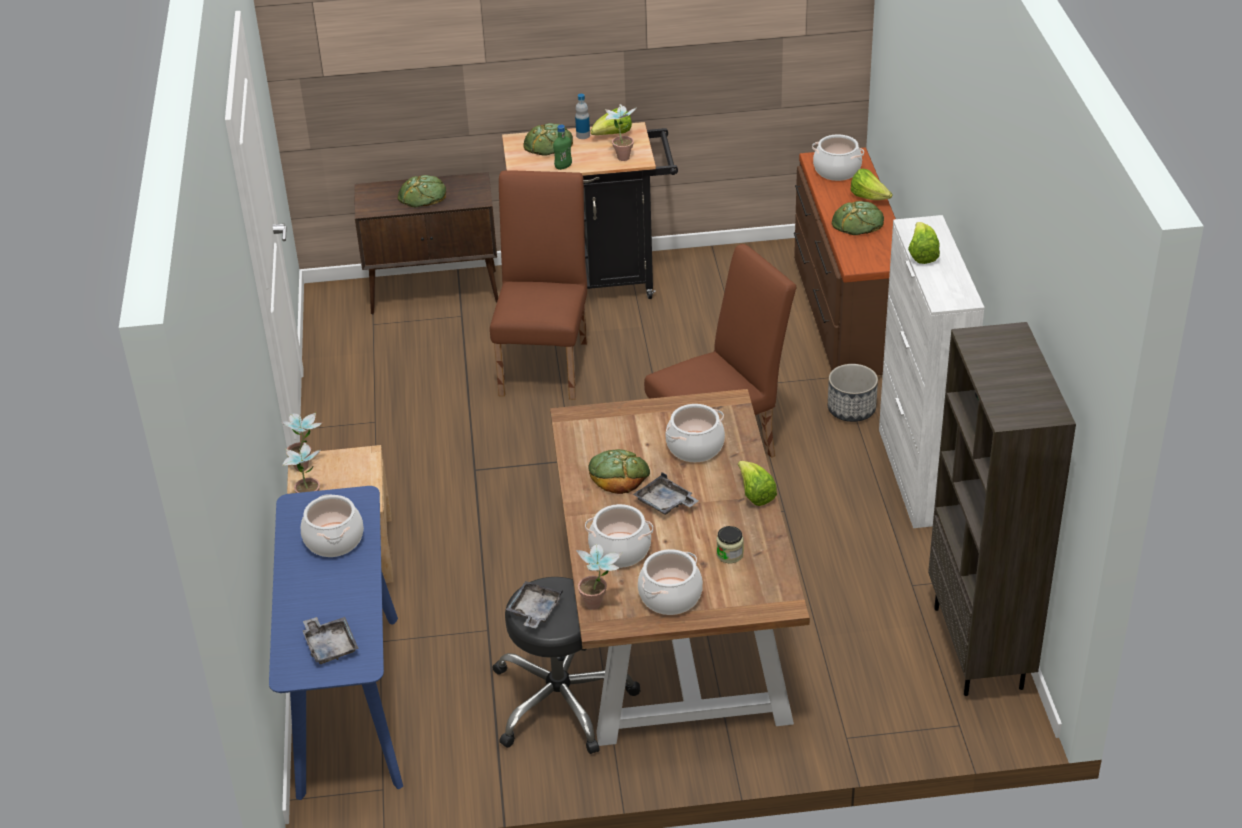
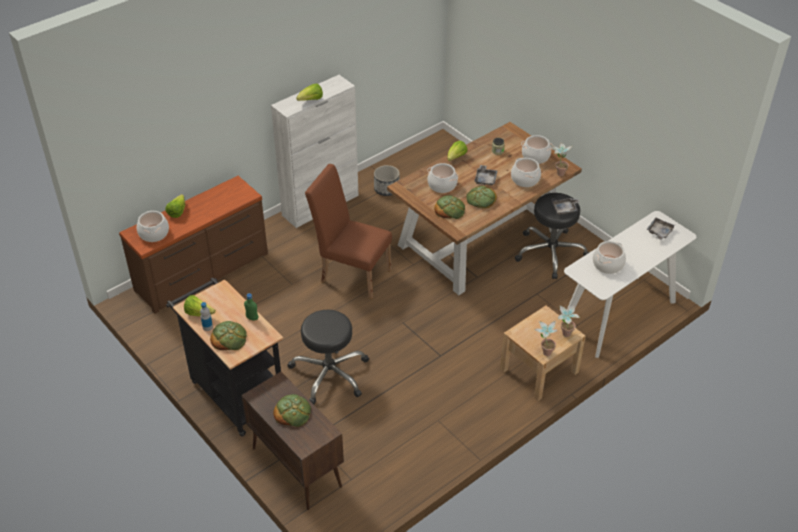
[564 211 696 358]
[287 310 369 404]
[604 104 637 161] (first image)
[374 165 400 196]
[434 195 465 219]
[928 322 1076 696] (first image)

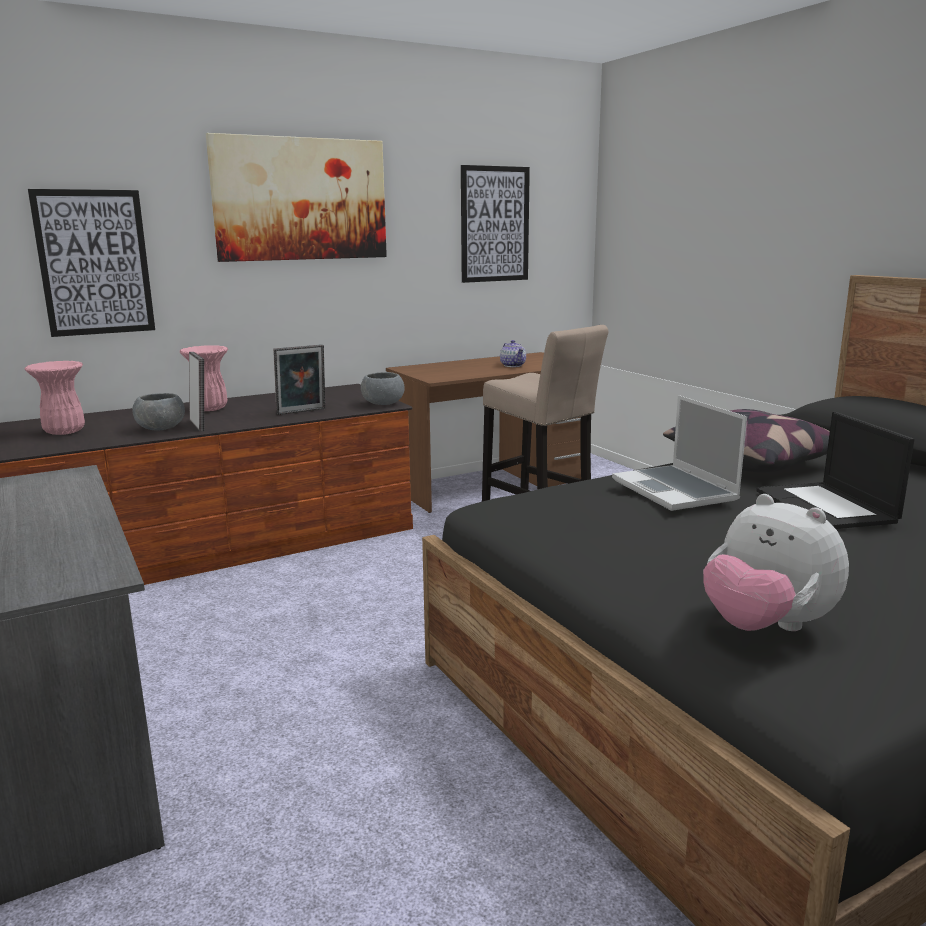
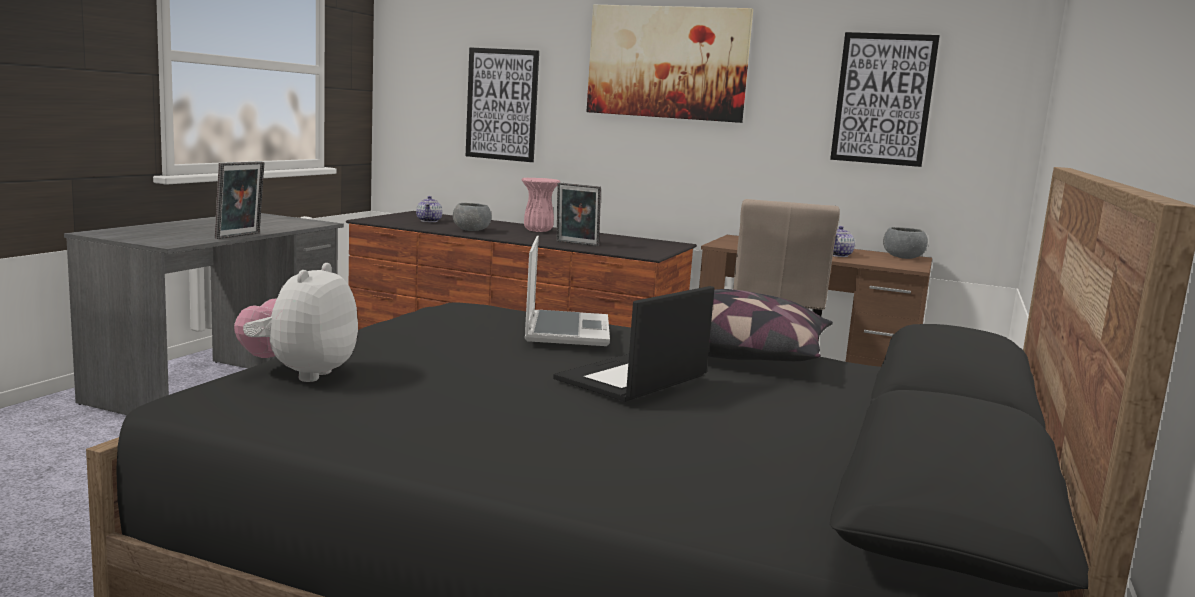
[416 196 442 222]
[215 161 264 239]
[883 227 928 259]
[525 236 610 346]

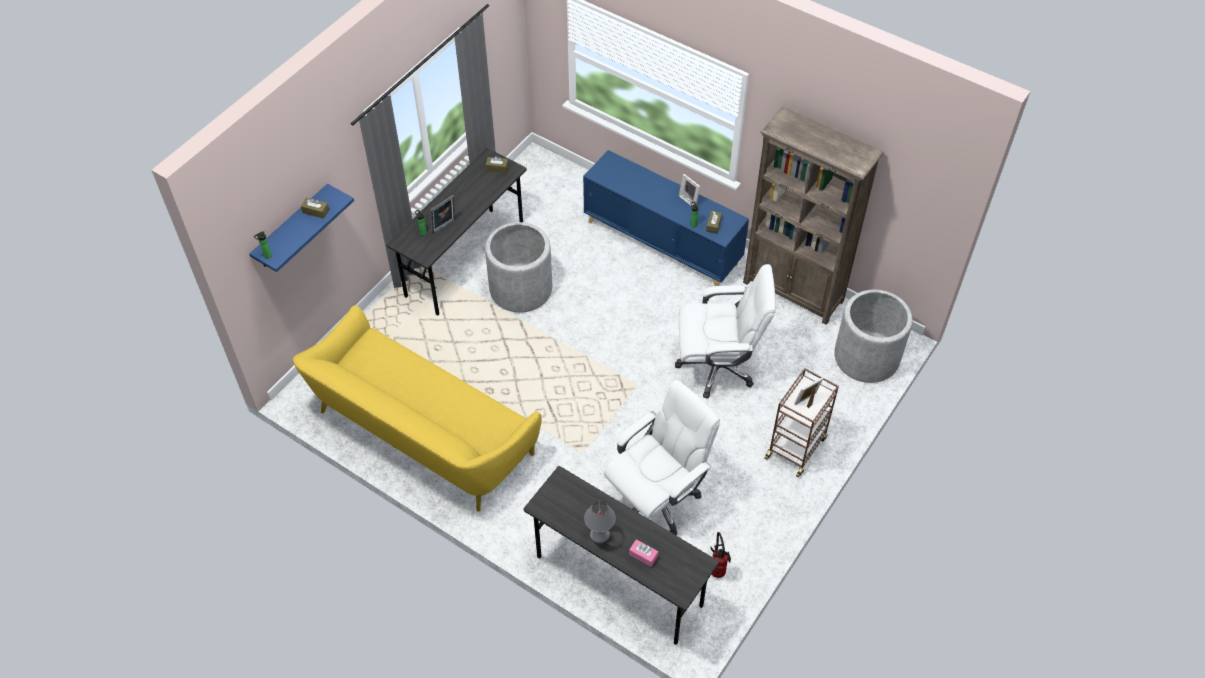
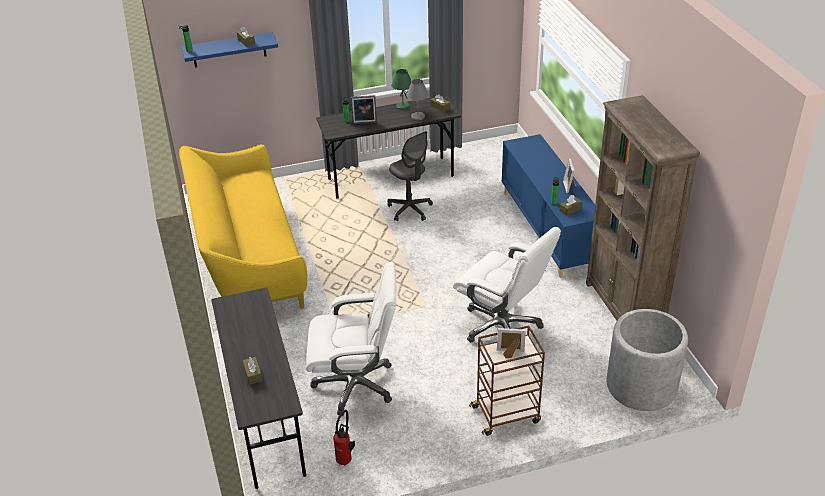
[387 131 433 221]
[406 79 429 120]
[243 357 262 385]
[391 69 411 110]

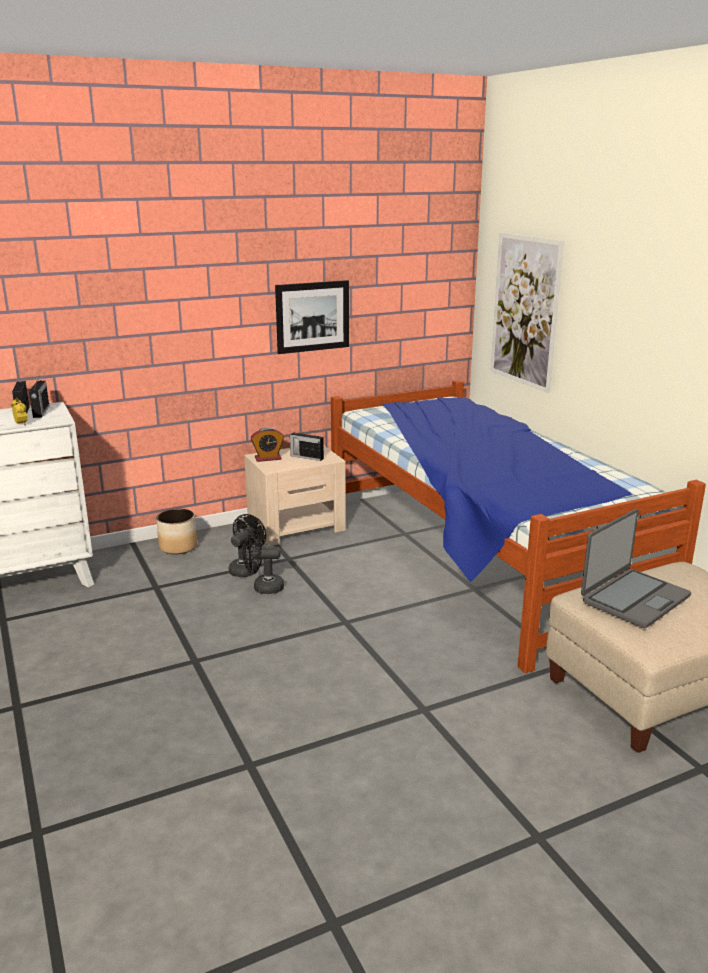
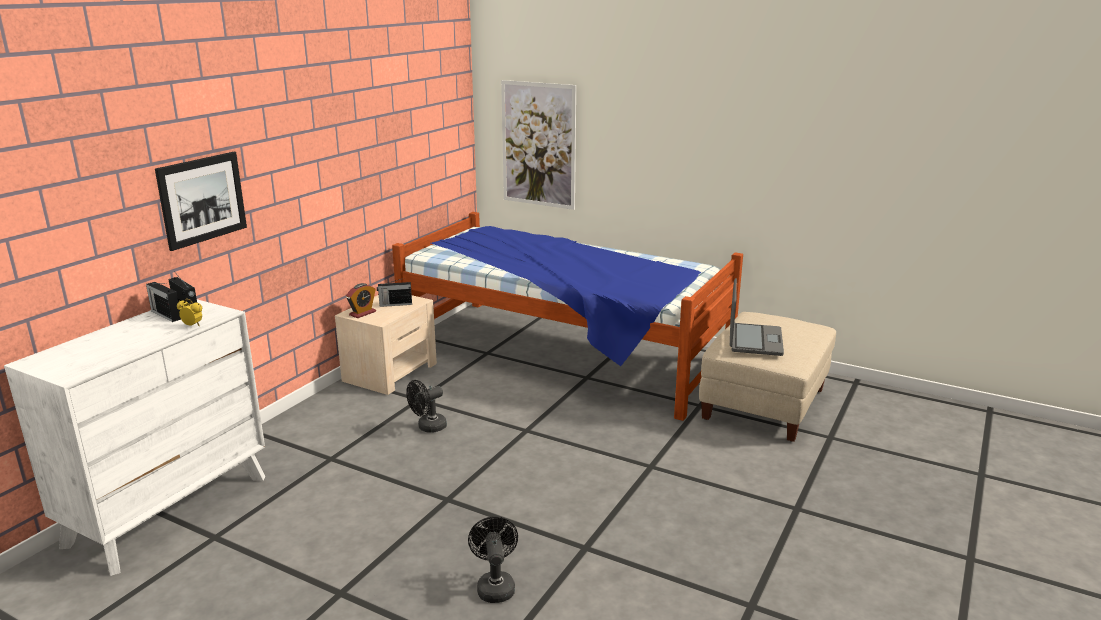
[156 509 197 554] (first image)
[468 516 518 603]
[155 152 247 251]

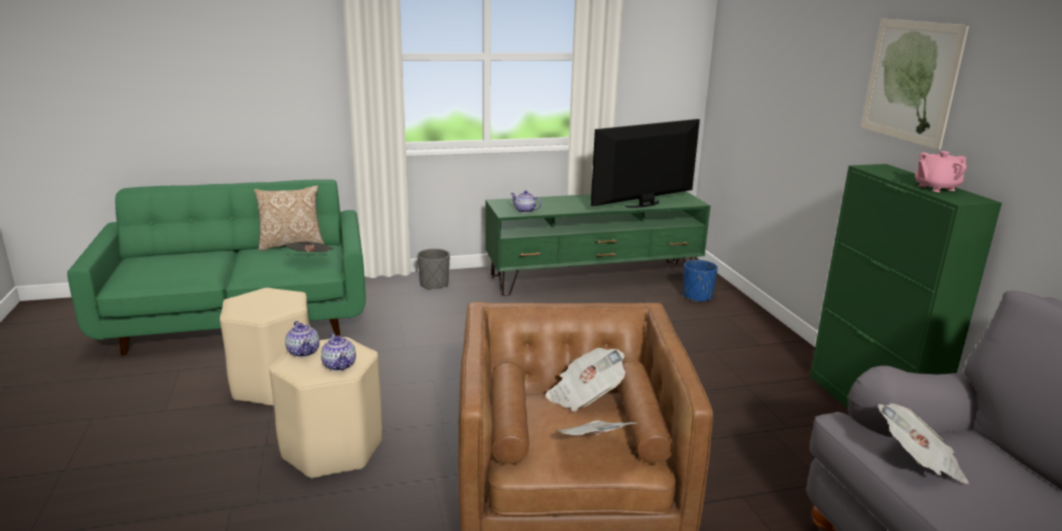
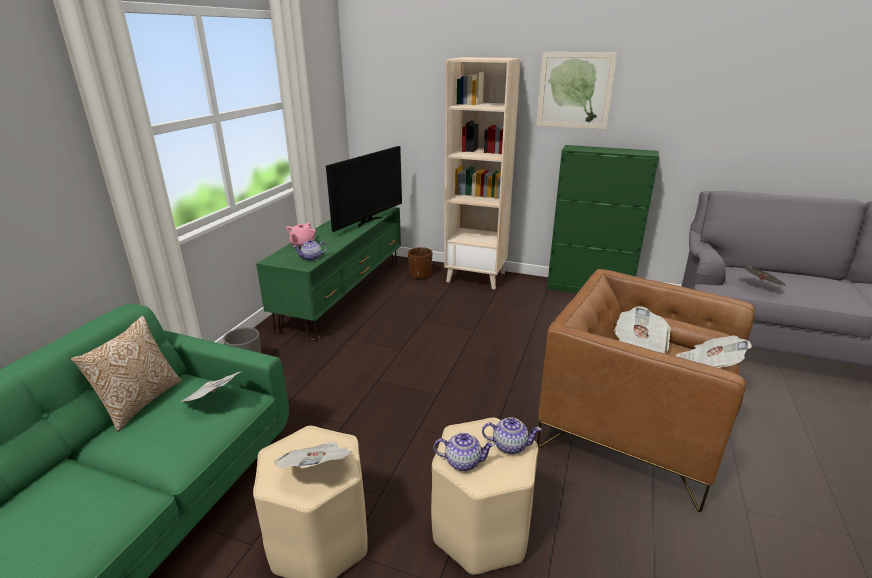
[326 146 402 232]
[408 247 432 279]
[286 223 316 247]
[274 441 353 468]
[444 57 521 289]

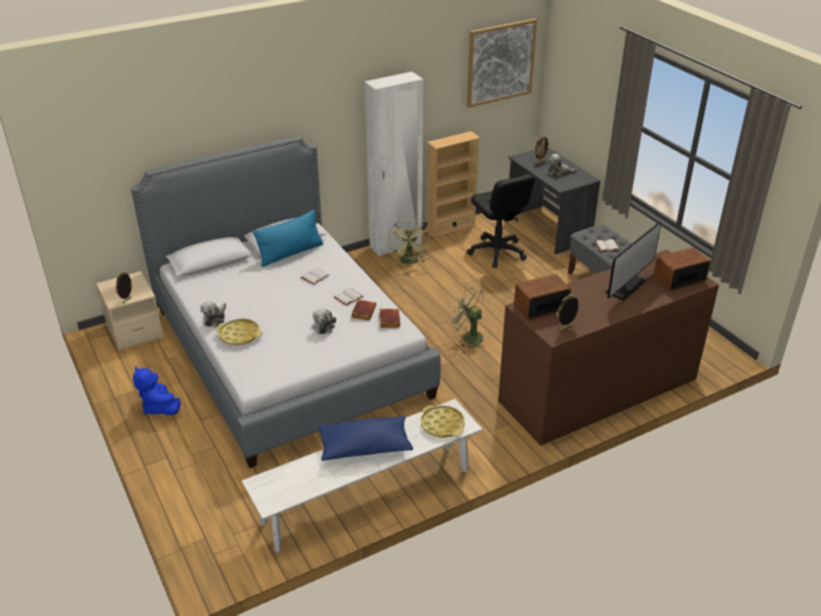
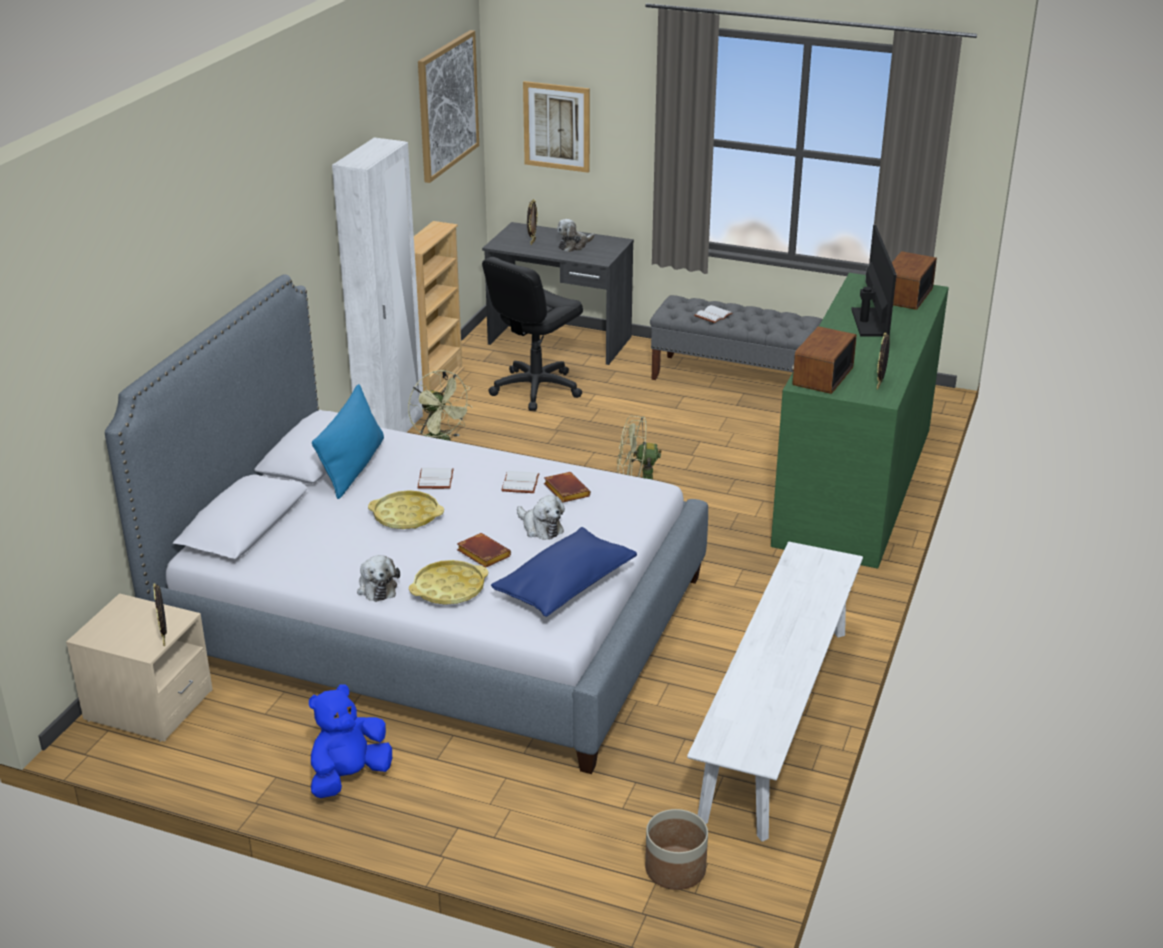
[309 684 392 798]
[491 527 637 617]
[457 533 511 568]
[368 490 444 529]
[482 257 583 411]
[771 273 949 569]
[523 81 590 173]
[645 809 708 890]

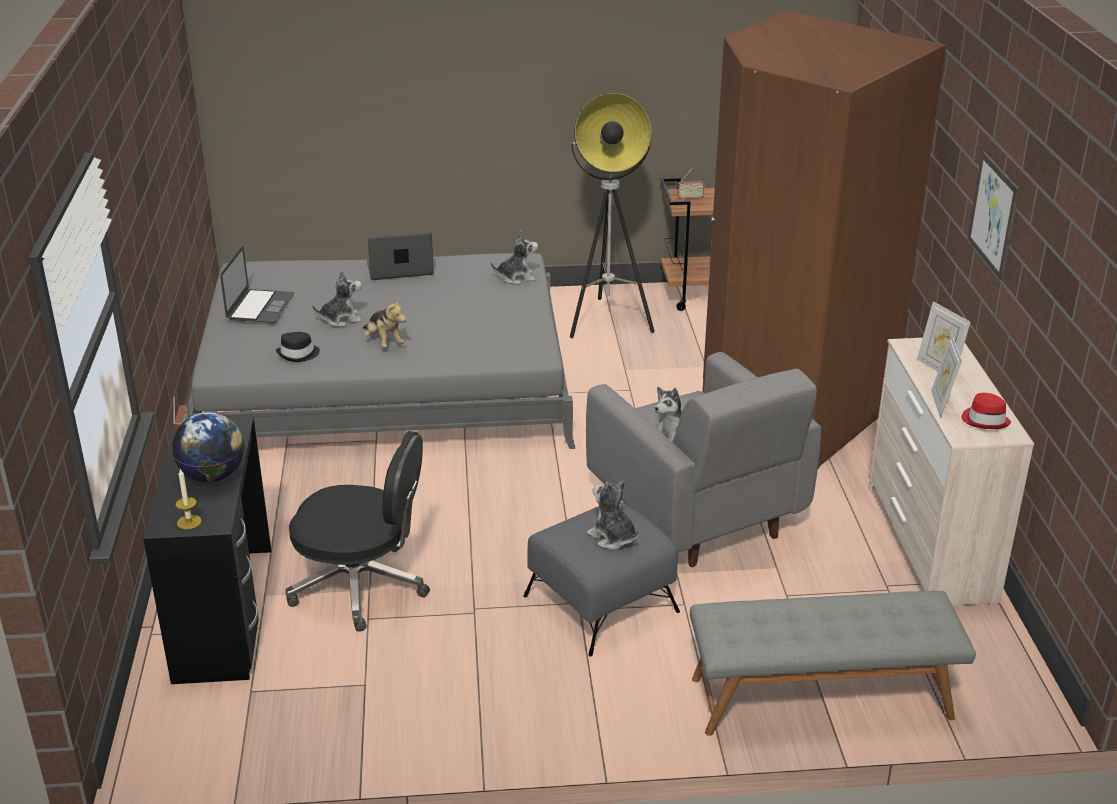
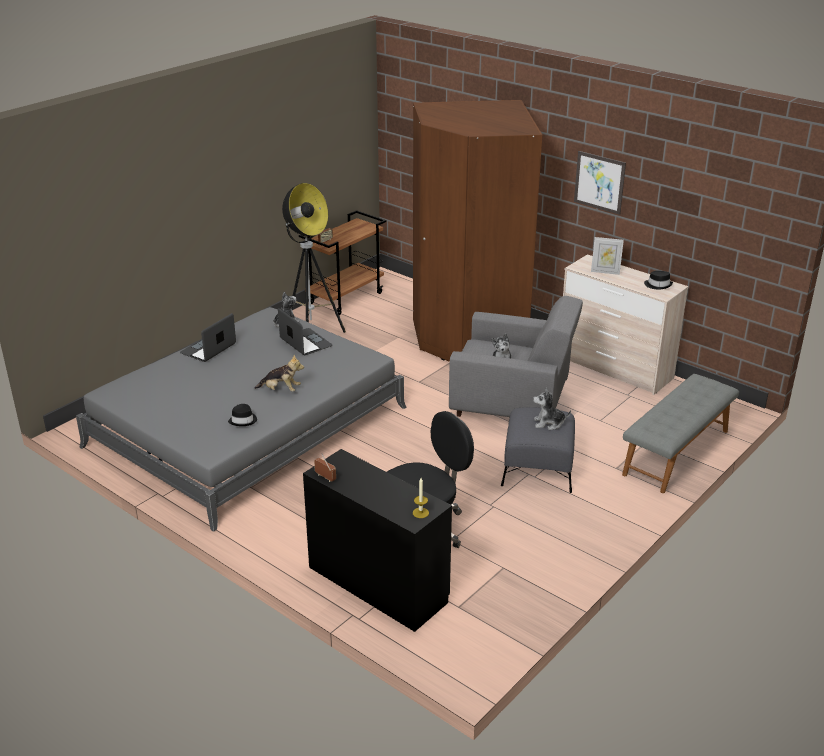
[172 412 244 482] (first image)
[278 308 332 355]
[312 270 362 327] (first image)
[931 334 962 418] (first image)
[644 271 673 290]

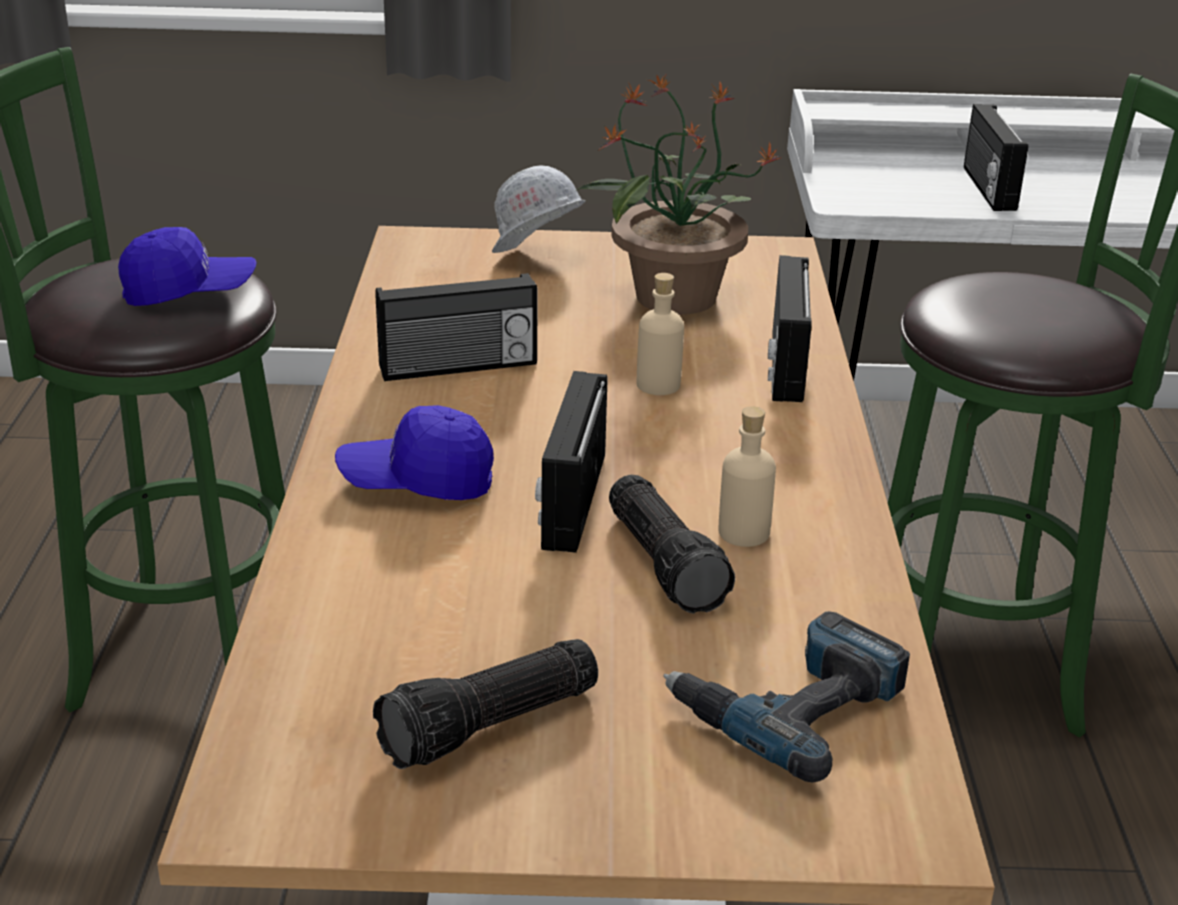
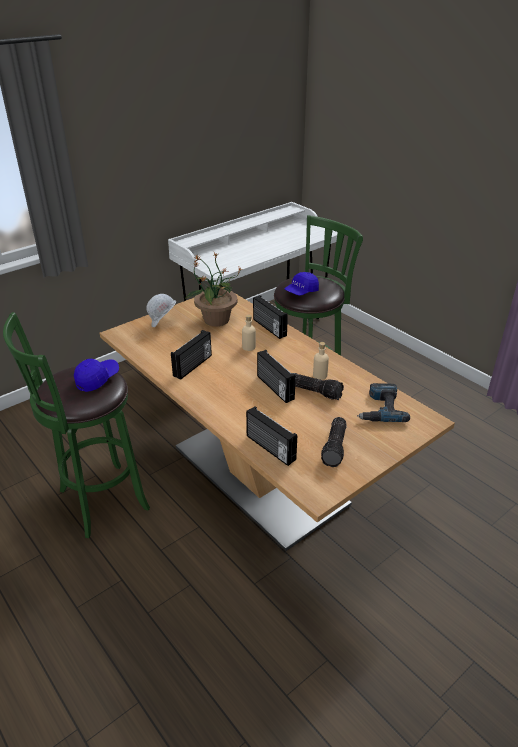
[285 272 319 296]
[246 406 297 466]

